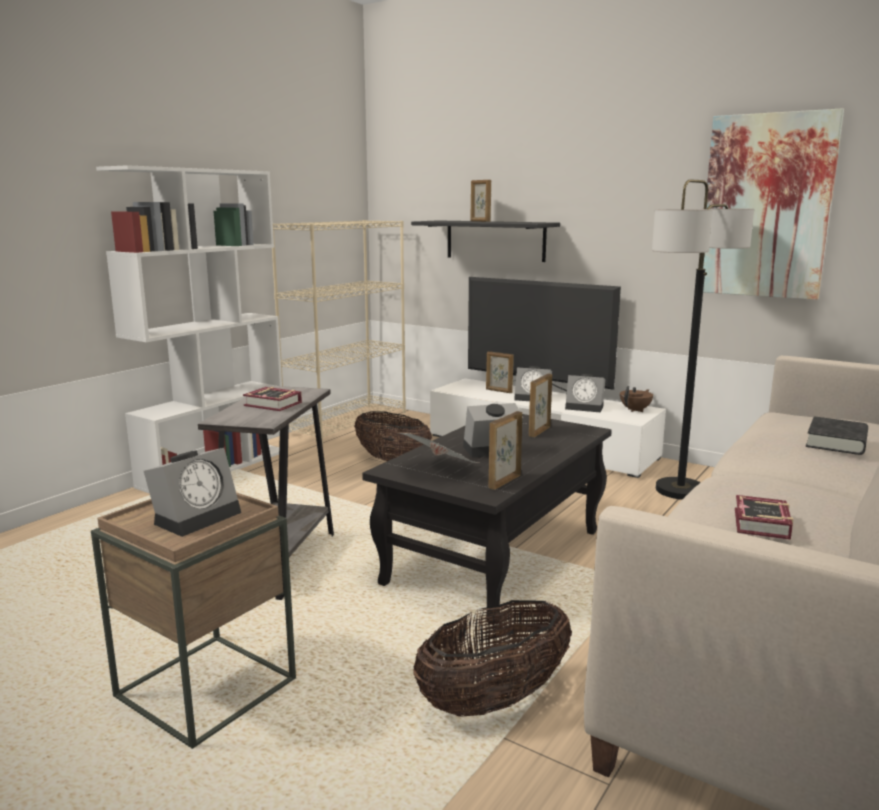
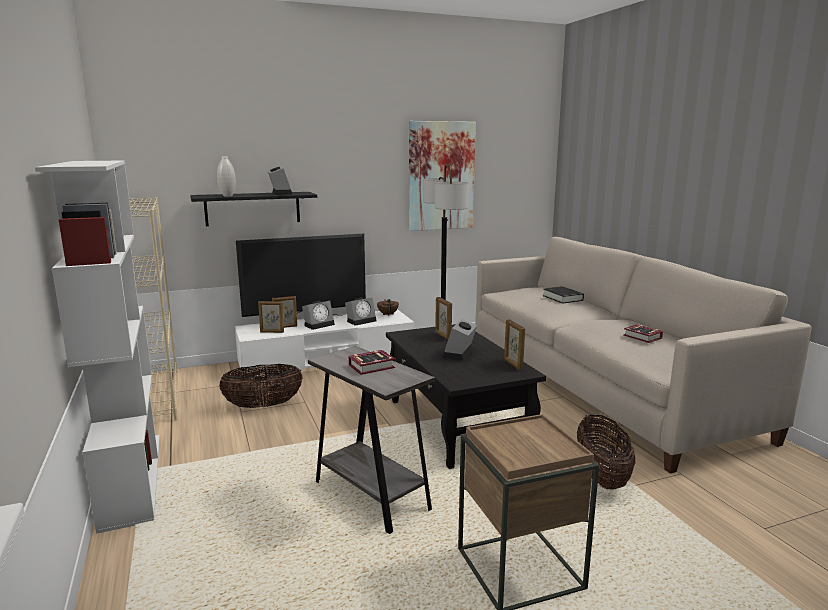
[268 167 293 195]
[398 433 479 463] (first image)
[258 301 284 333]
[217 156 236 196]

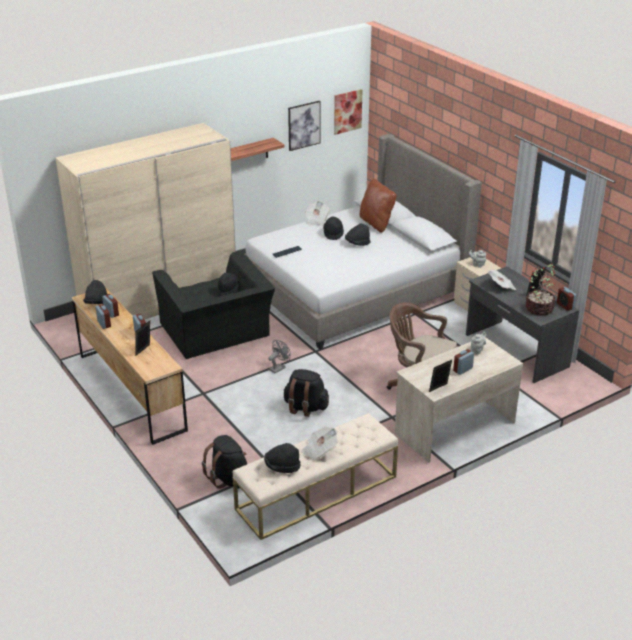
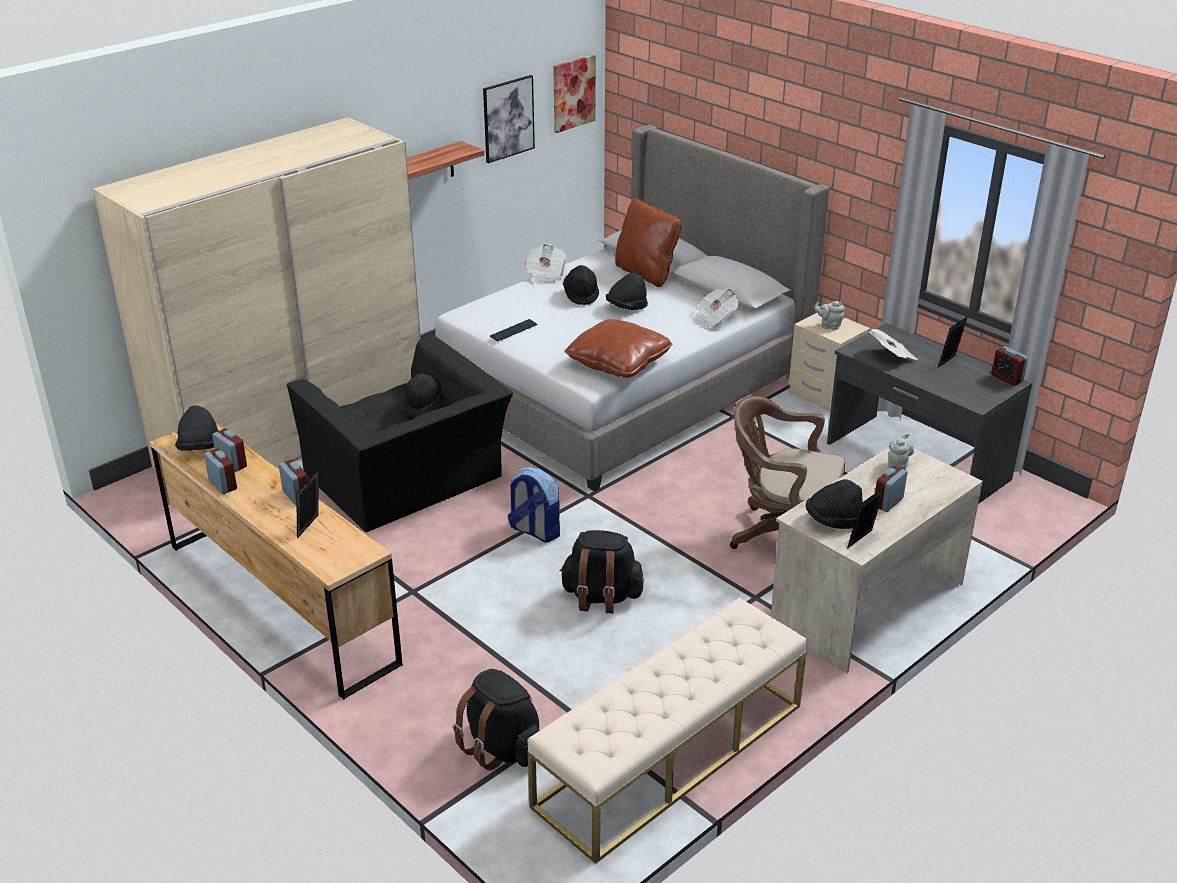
[806 479 863 529]
[507 467 560 542]
[691 288 739 328]
[526 264 555 316] (first image)
[565 319 672 378]

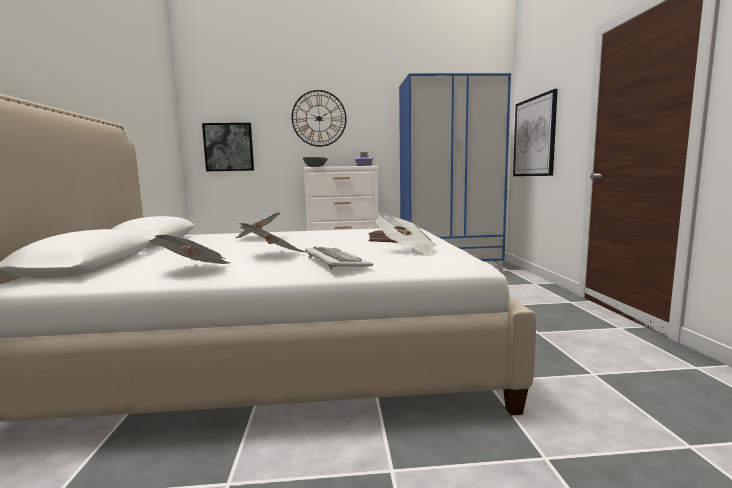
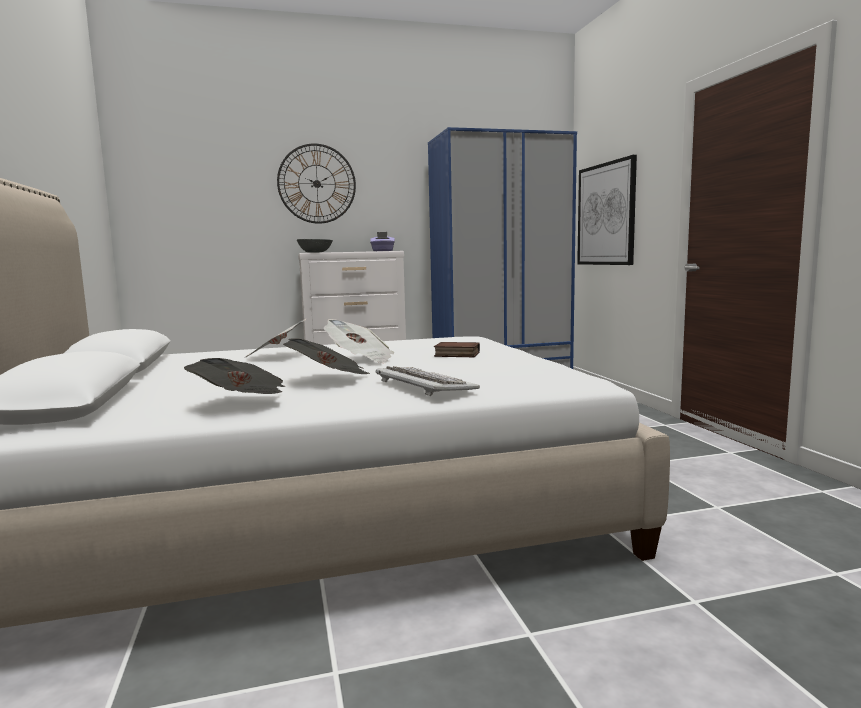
[202 123 254 171] (first image)
[324 319 394 363]

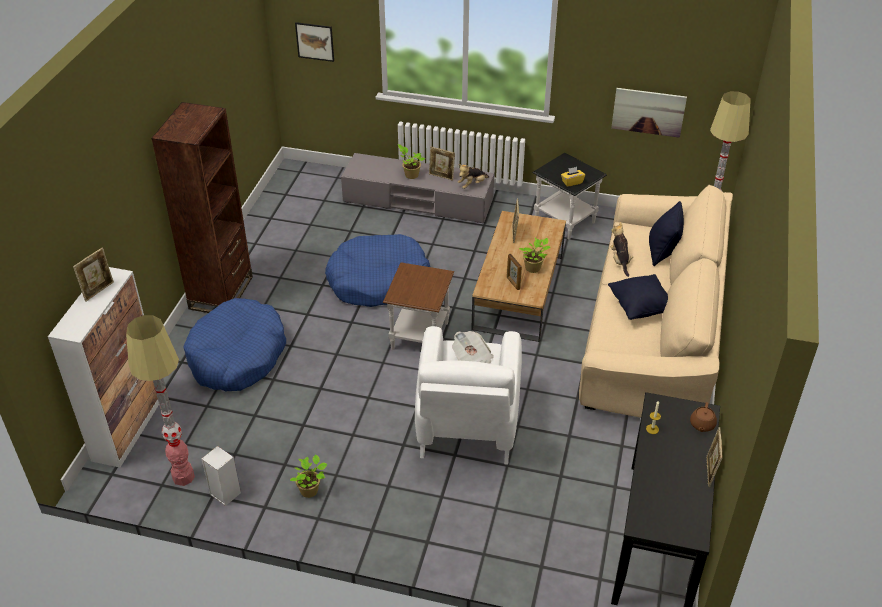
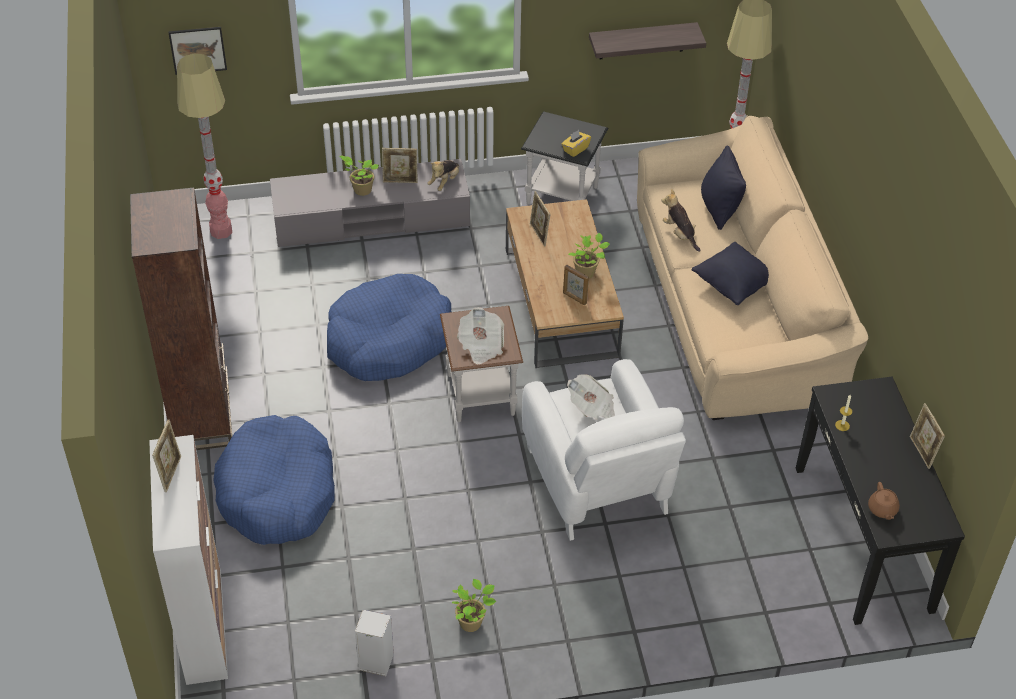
[177 54 232 239]
[589 22 706 60]
[868 482 900 520]
[457 307 504 365]

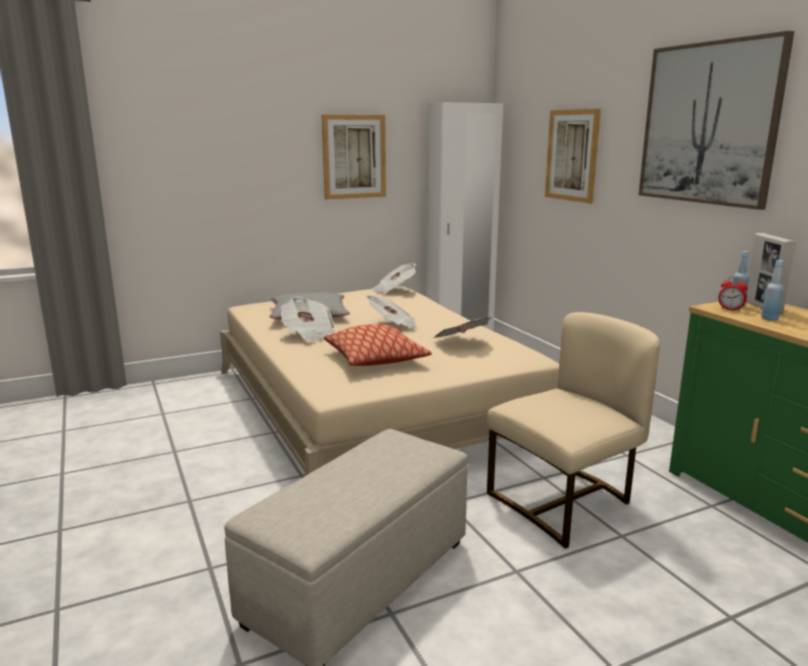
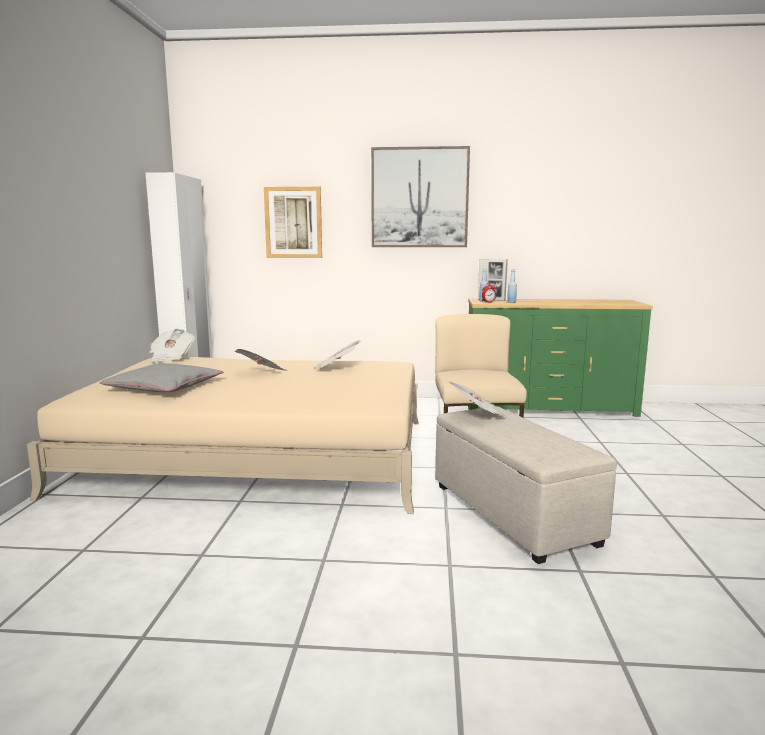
[447 381 509 418]
[322 115 386 199] (first image)
[324 324 432 366] (first image)

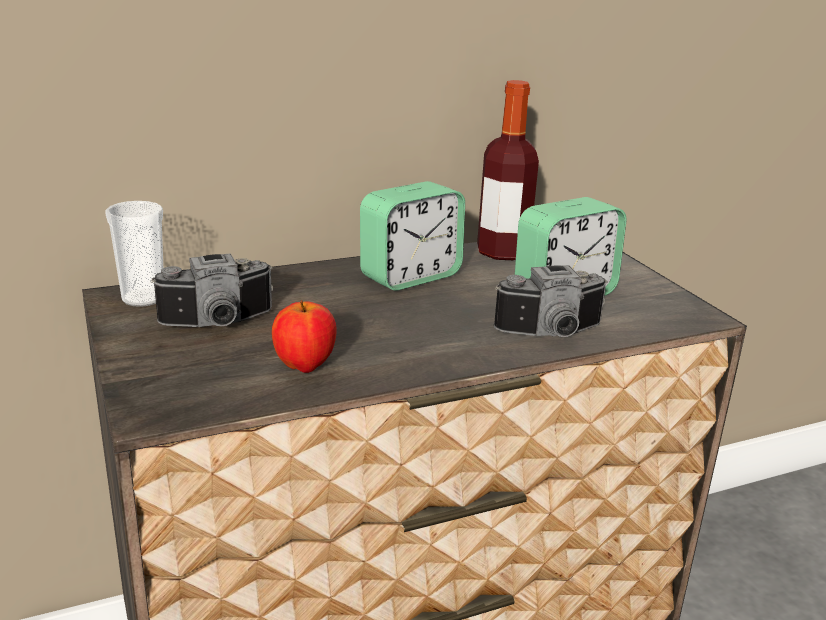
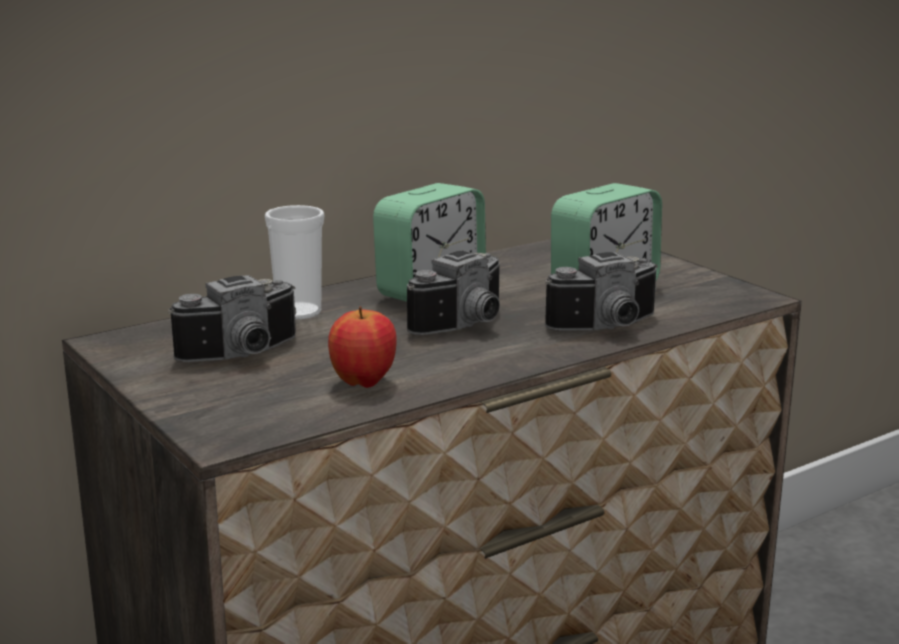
[265 205 324 319]
[477 80 539 260] (first image)
[407 250 500 335]

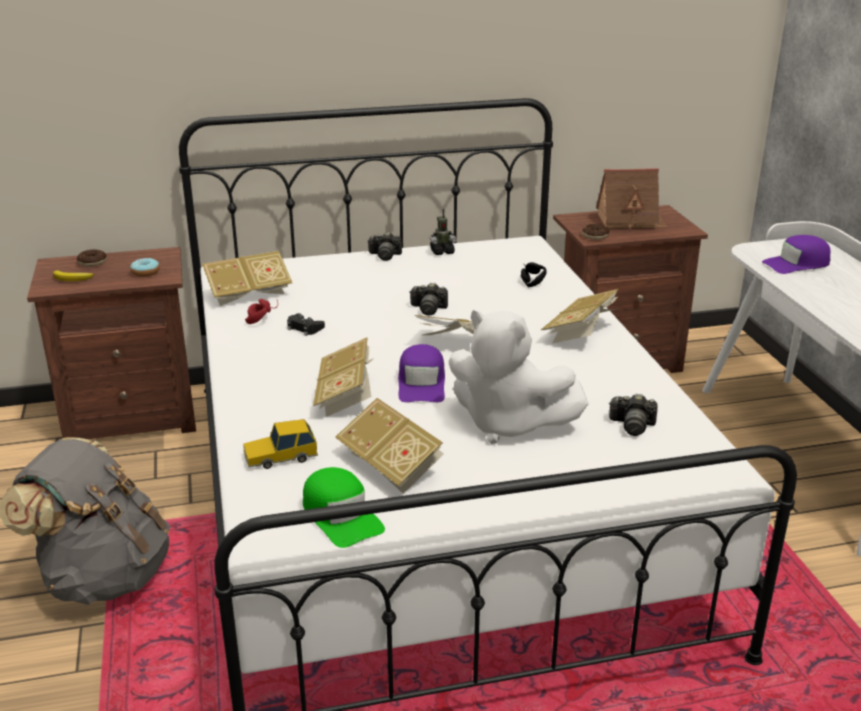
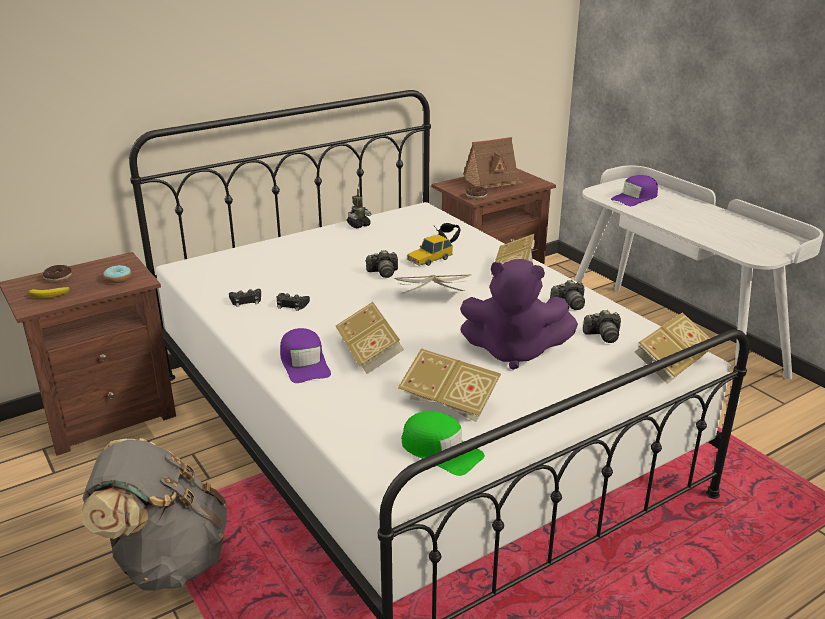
[635 312 714 384]
[407 235 453 266]
[229 289 261 307]
[550 280 585 310]
[280 328 331 383]
[460 259 578 370]

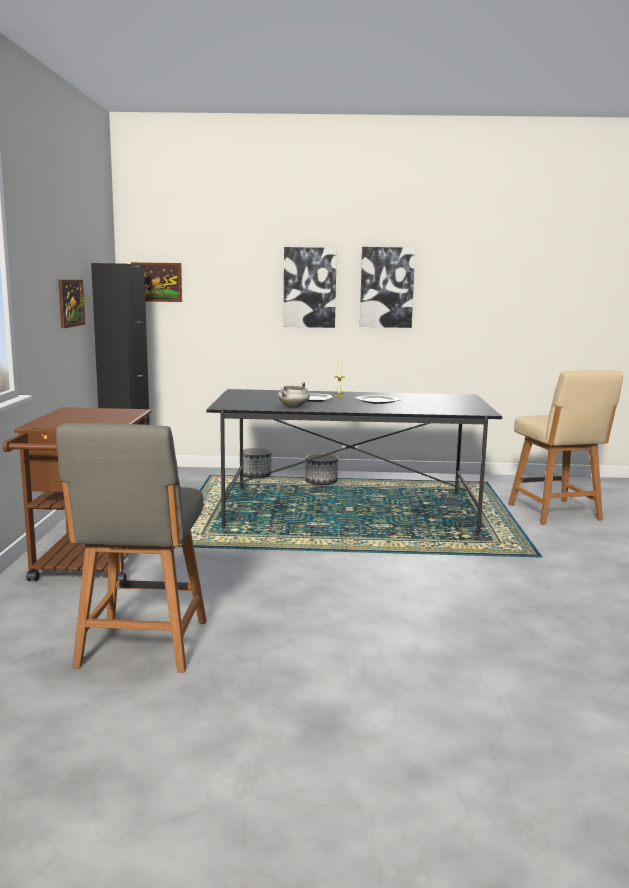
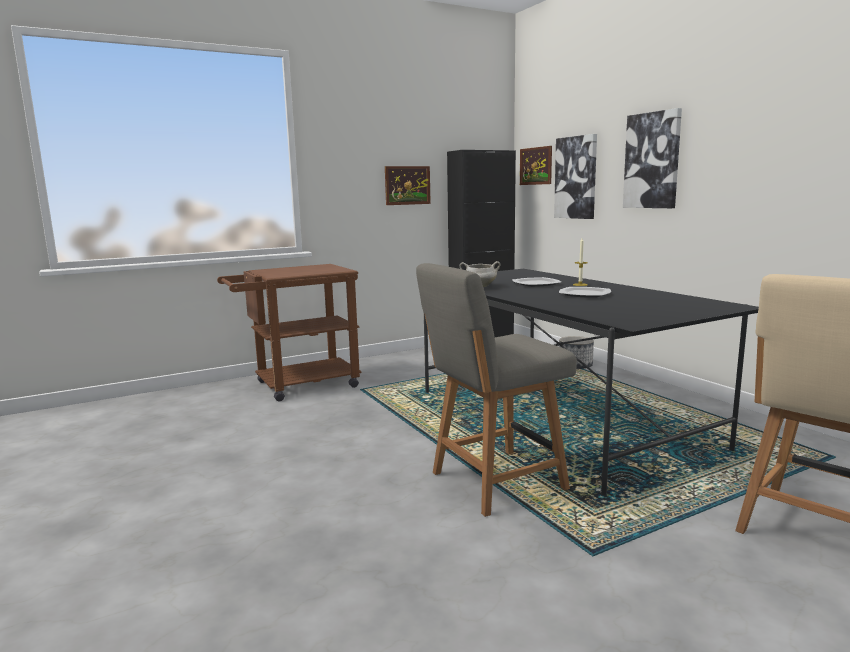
[416 263 577 517]
[305 454 338 485] (first image)
[554 134 597 219]

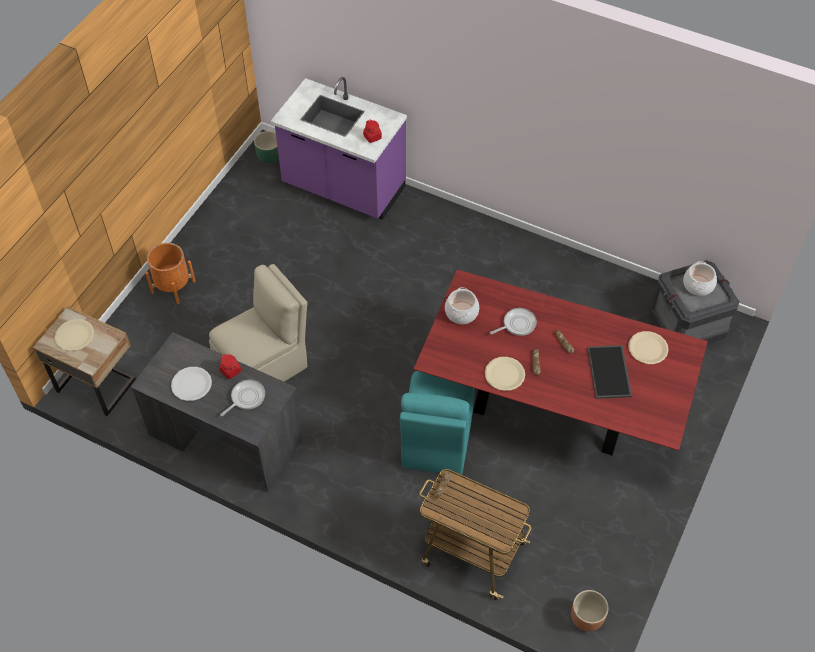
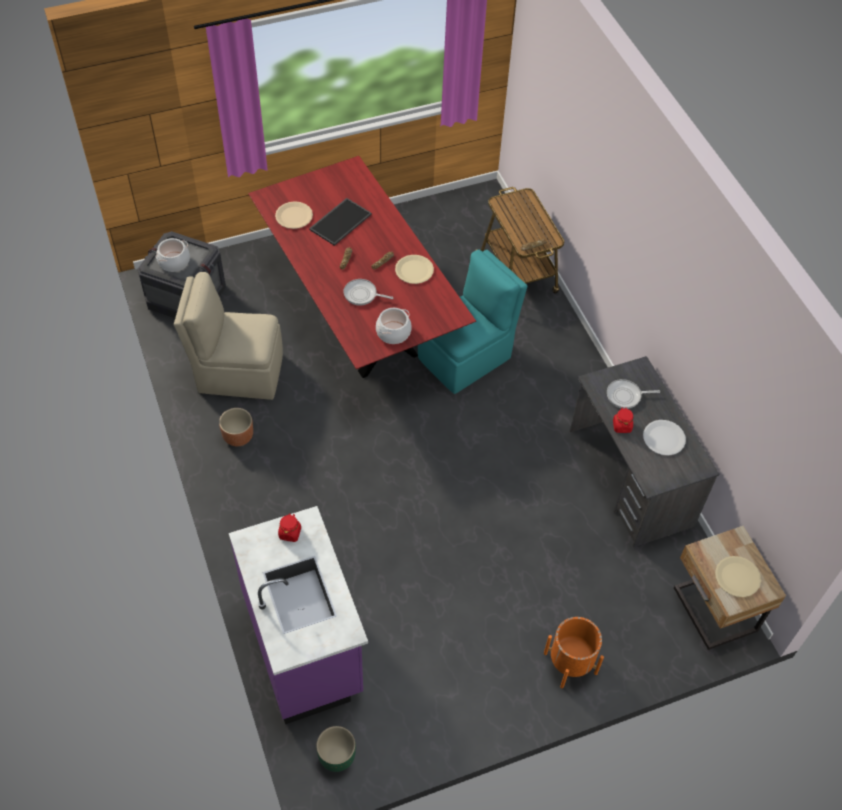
[174 272 283 400]
[219 408 253 446]

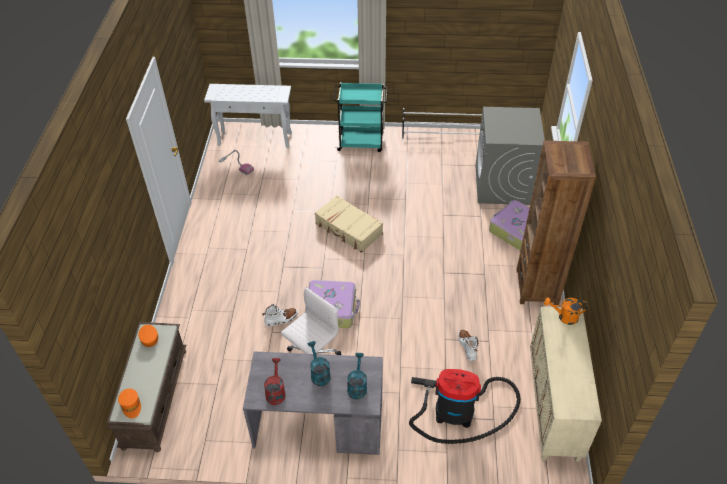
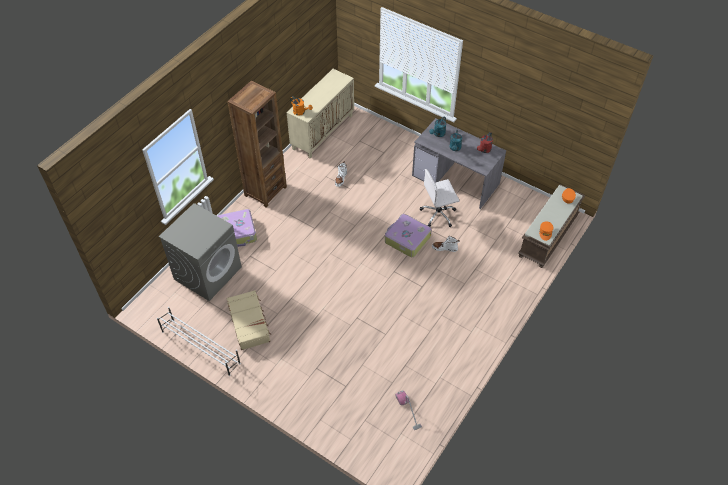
[204 84 292 148] (first image)
[227 290 271 350]
[333 82 388 152] (first image)
[409 369 521 444] (first image)

